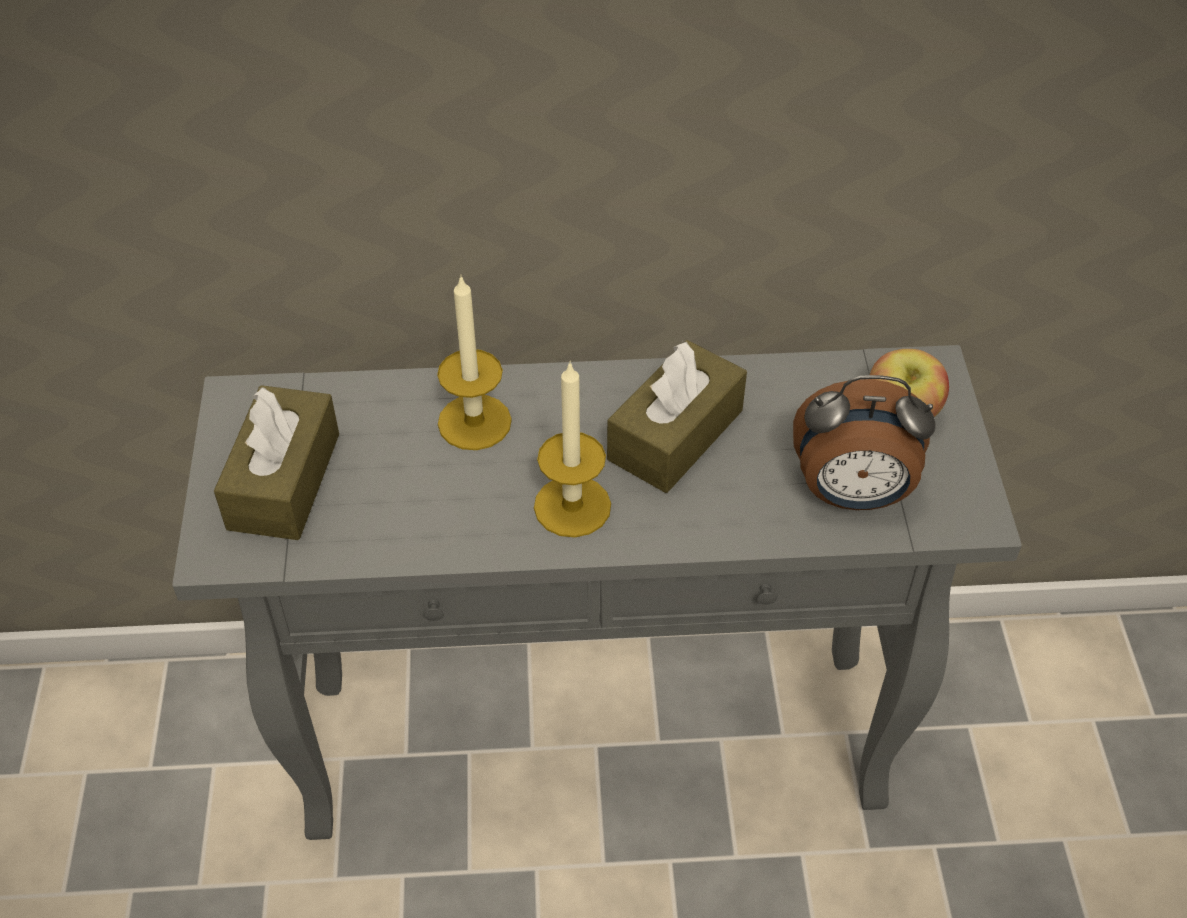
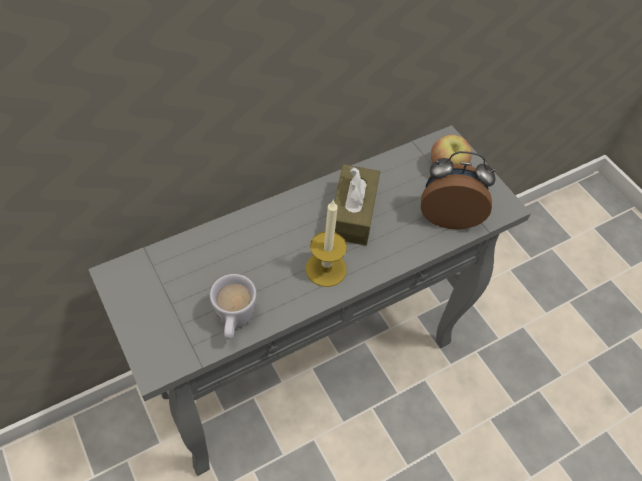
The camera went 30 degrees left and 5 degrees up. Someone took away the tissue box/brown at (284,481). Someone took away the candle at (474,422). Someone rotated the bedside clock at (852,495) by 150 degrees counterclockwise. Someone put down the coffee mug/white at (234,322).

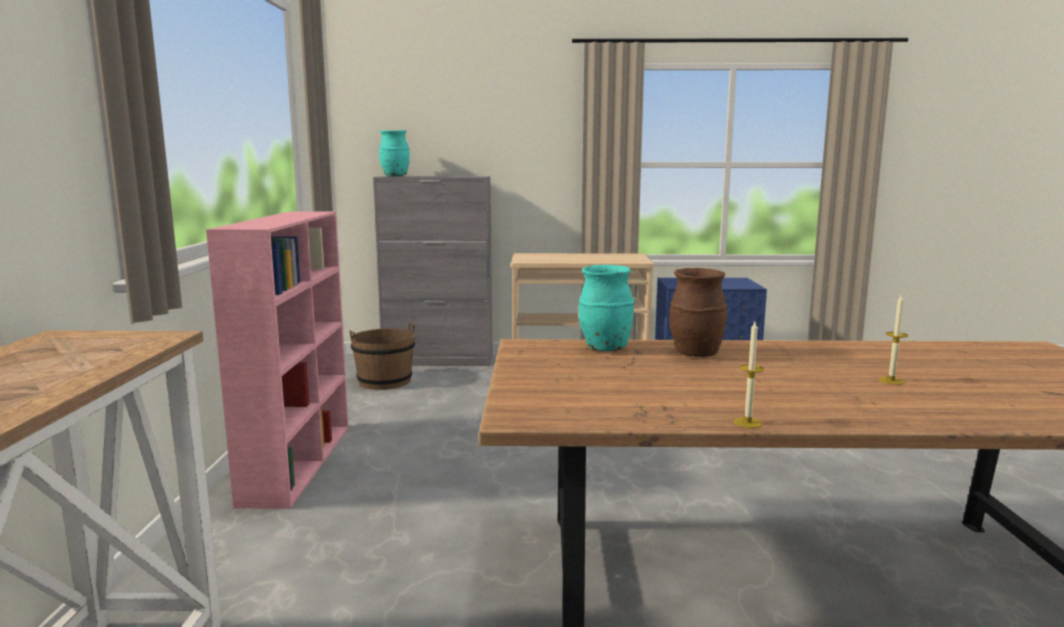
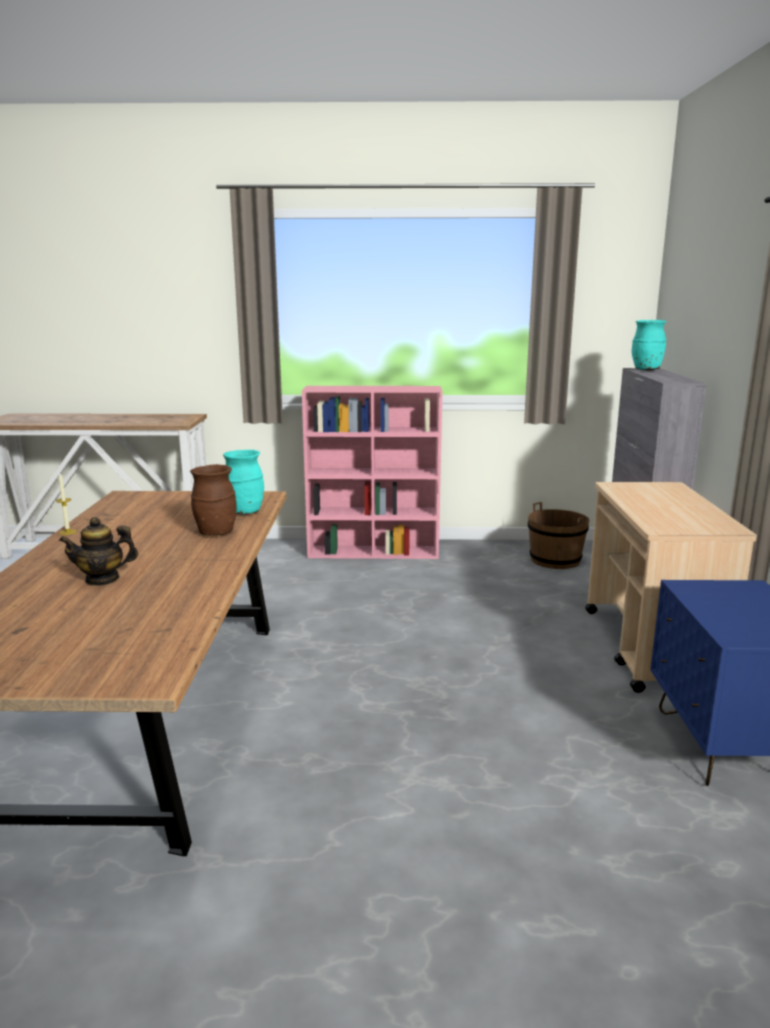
The camera went 90 degrees right and 5 degrees up. Someone swapped the candle at (891,381) for the pot for tea at (102,579).

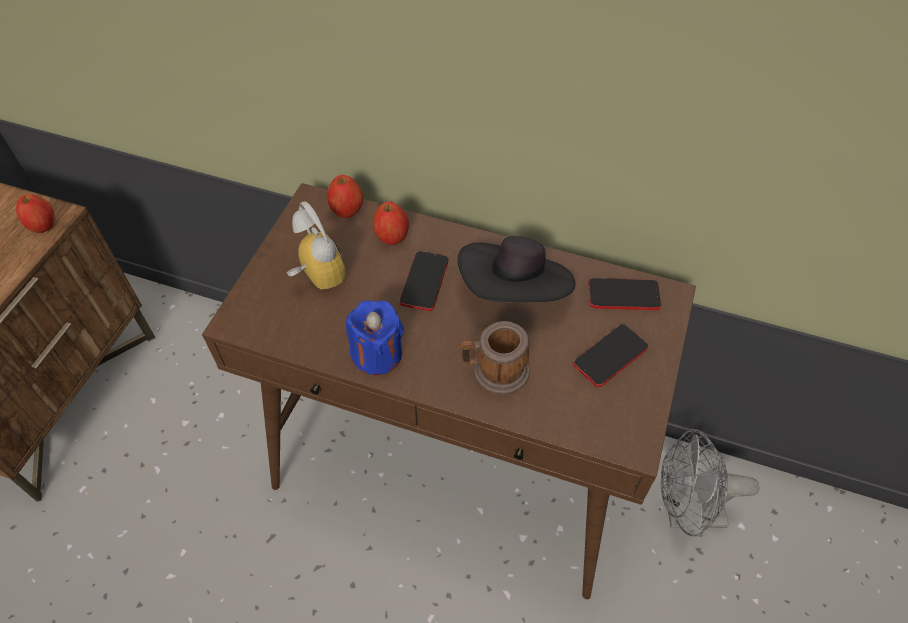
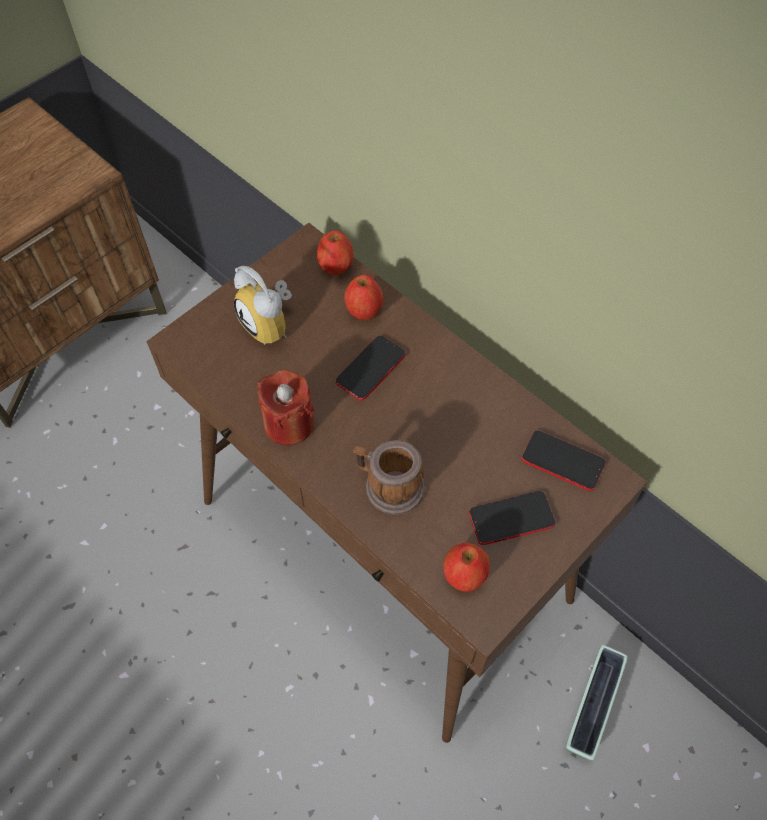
The camera went 25 degrees right and 5 degrees up. Someone carried the apple fruit from (43,226) to (464,576). Someone rotated the bedside clock at (315,278) by 150 degrees clockwise. Someone repainted the candle/bluish at (377,354), which became the candle/reddish at (289,424). Someone took away the clothing hat/black-coloured at (515,291). Someone swapped the electric fan/greyish at (685,513) for the flower pot at (592,706).

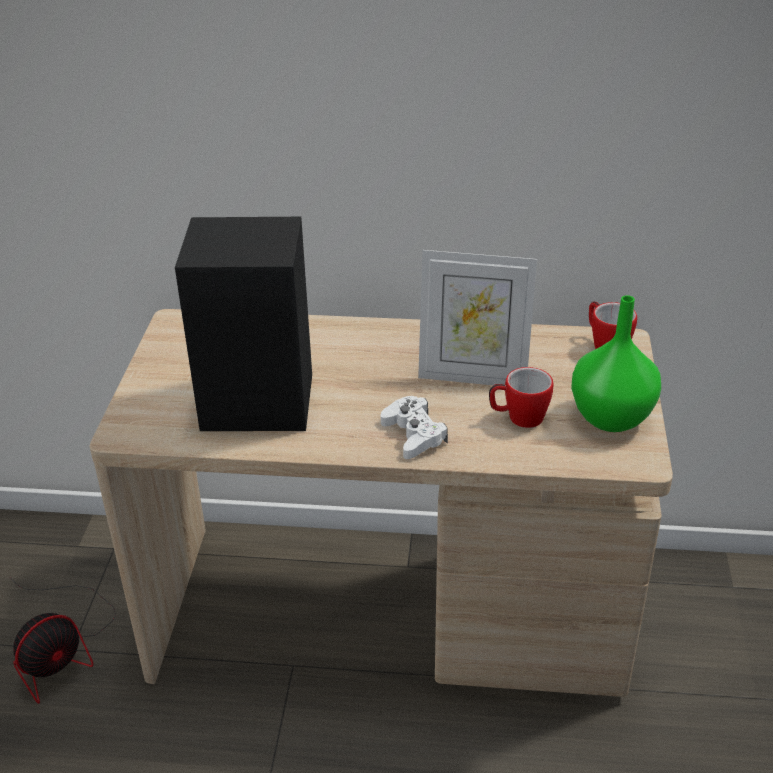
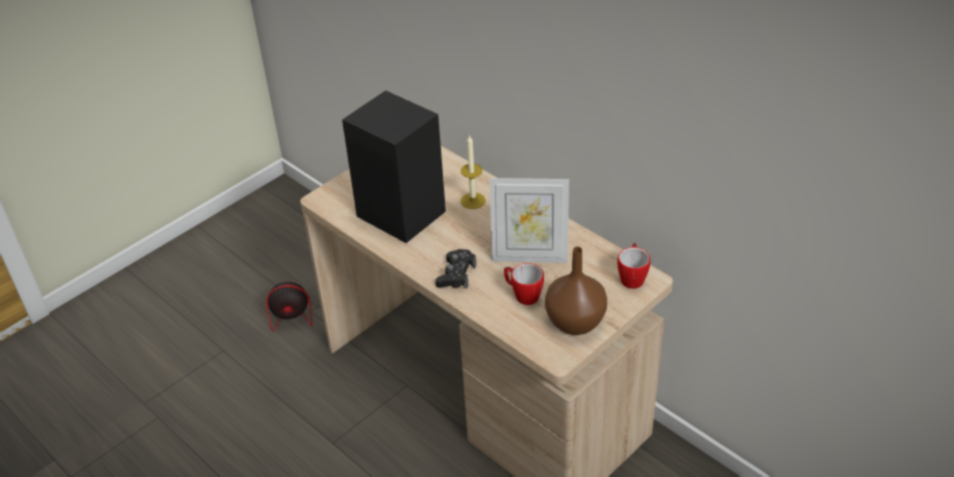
The camera went 40 degrees right and 5 degrees up. Someone repainted the joypad/white at (414,434), which became the joypad/black-coloured at (456,274). Someone rotated the standing frame at (473,376) by 45 degrees counterclockwise. Someone repainted the vase/greenish at (611,419), which became the vase/brown at (574,323). Someone put down the candle at (473,200).

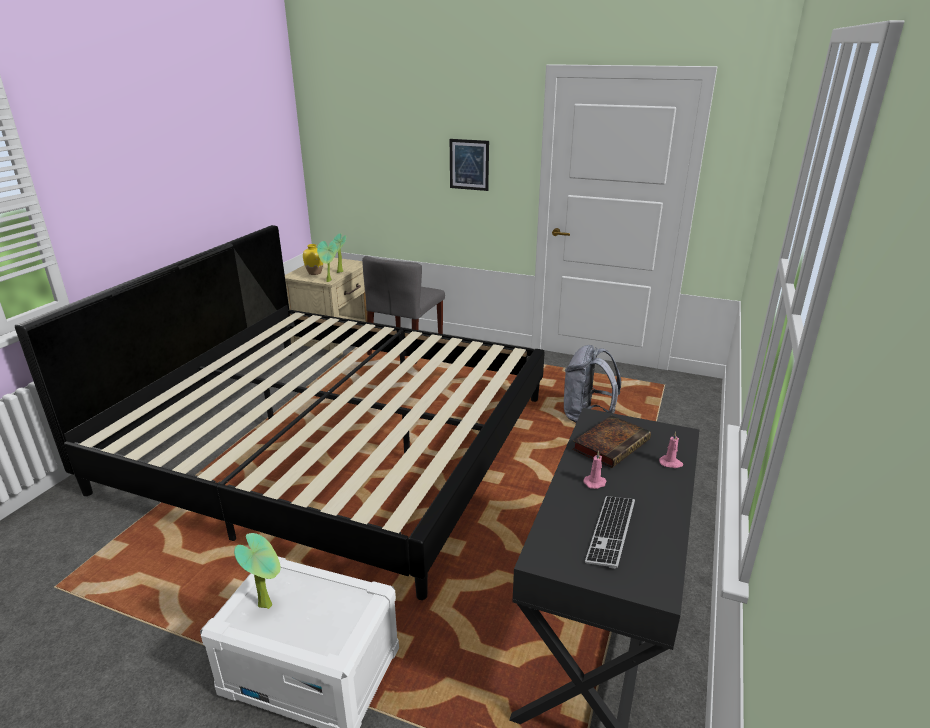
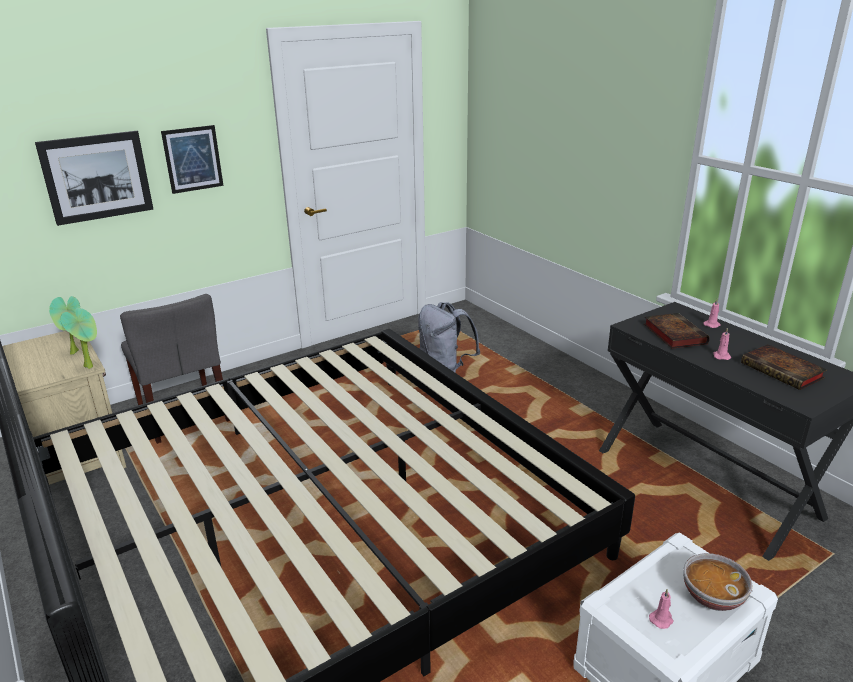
The camera went 55 degrees left and 0 degrees up. Someone swapped the potted plant at (268,603) for the candle/pink-coloured at (661,619). Someone took away the vase/yellow at (314,273). Someone swapped the keyboard at (610,532) for the bound book at (784,371). Someone put up the wall picture at (97,177). Someone put down the serving bowl at (712,596).

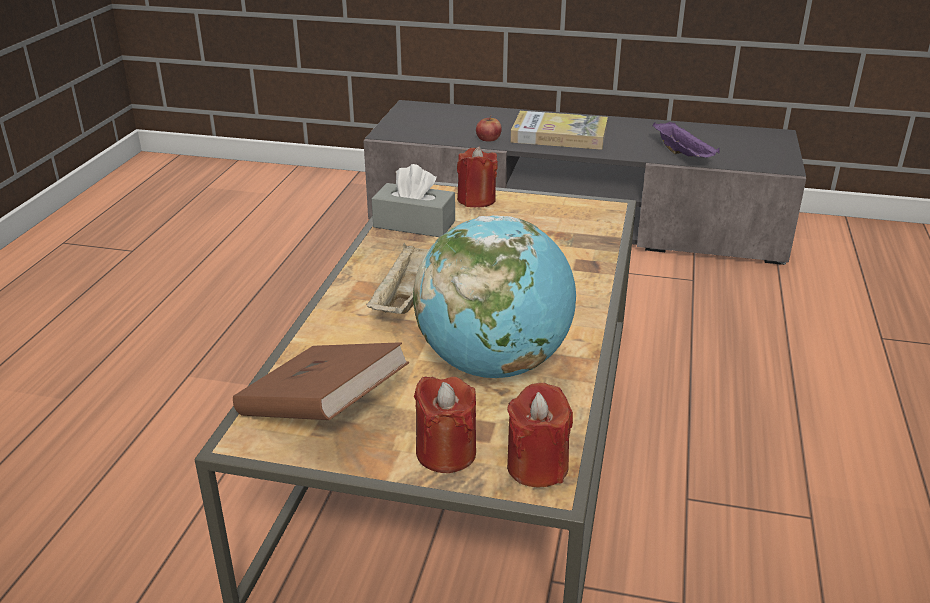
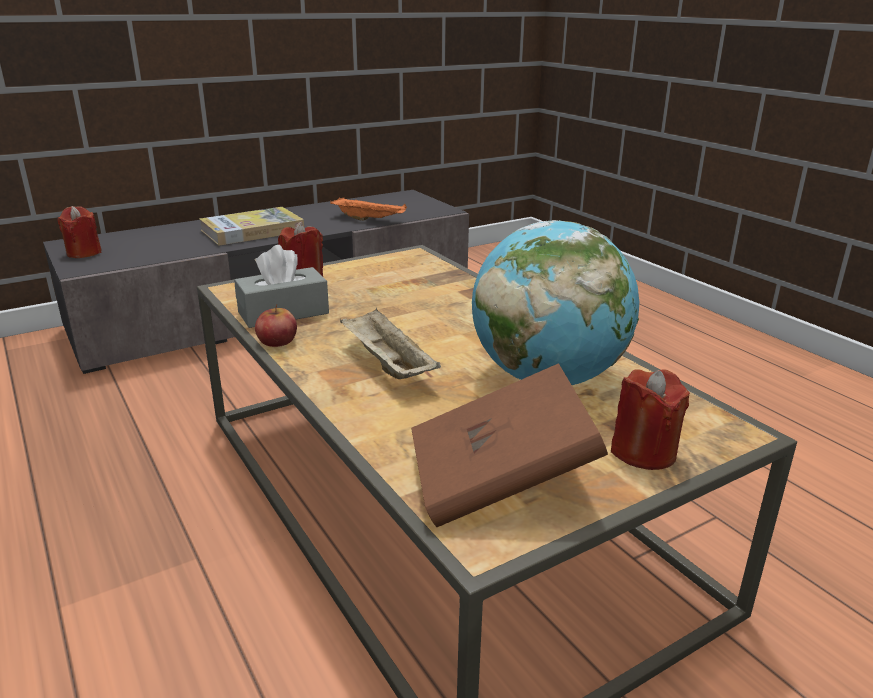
The camera went 45 degrees left and 5 degrees down. Someone carried the apple fruit from (488,138) to (277,341). Someone carried the candle/reddish from (537,467) to (84,253). Someone repainted the tray/purple at (683,155), which became the tray/orange at (370,220).

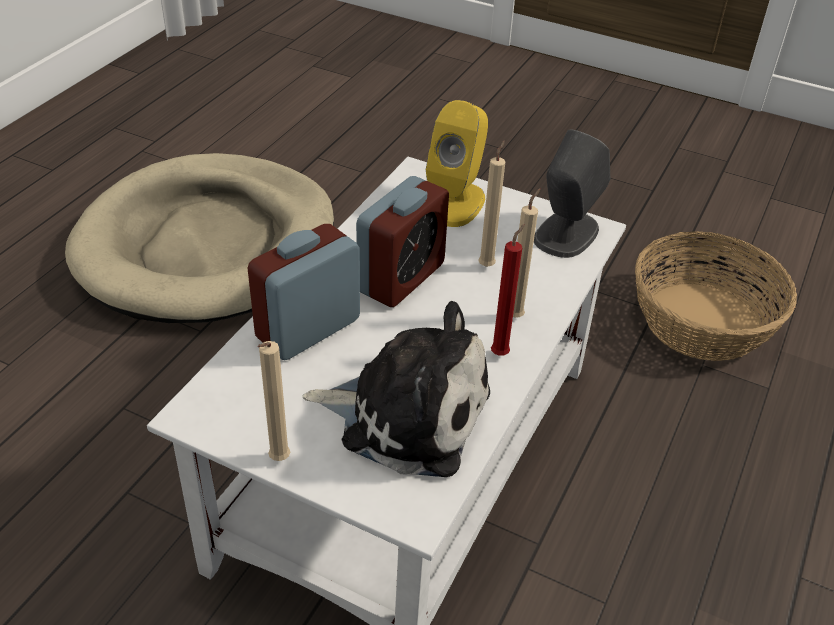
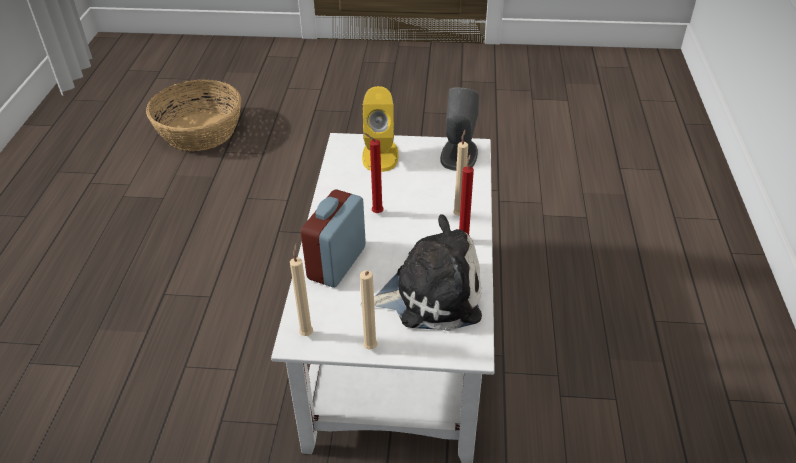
The camera went 20 degrees left and 0 degrees up. Someone took away the dog cushion/sand-coloured at (208,245). Someone swapped the bedside clock at (401,278) for the candle/reddish at (375,212). Someone carried the candle/sand-coloured from (487,265) to (307,332). Someone carried the storage basket from (702,322) to (200,132).

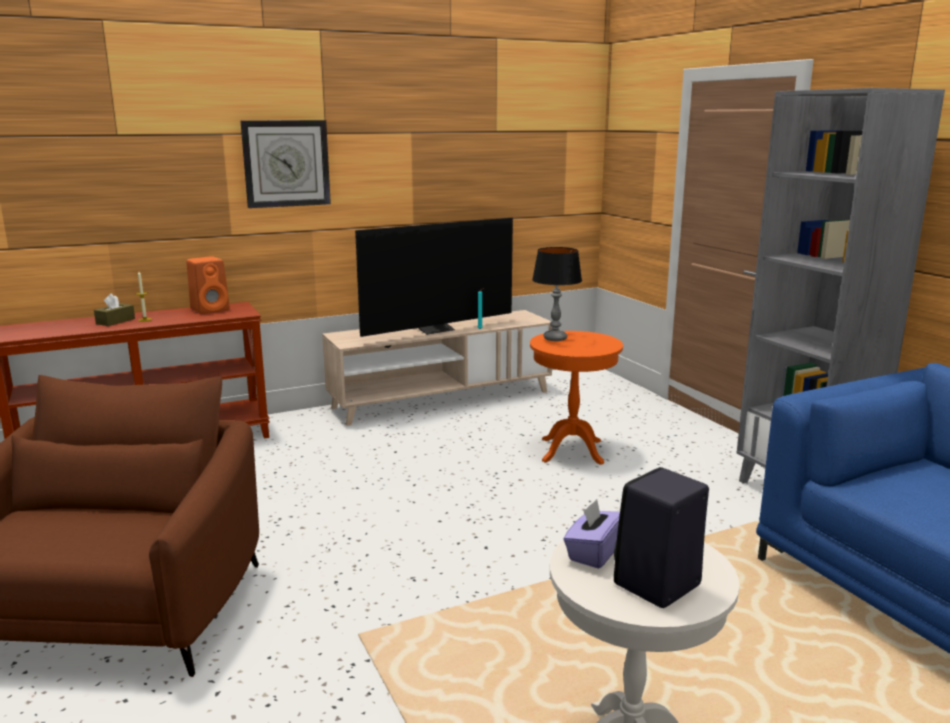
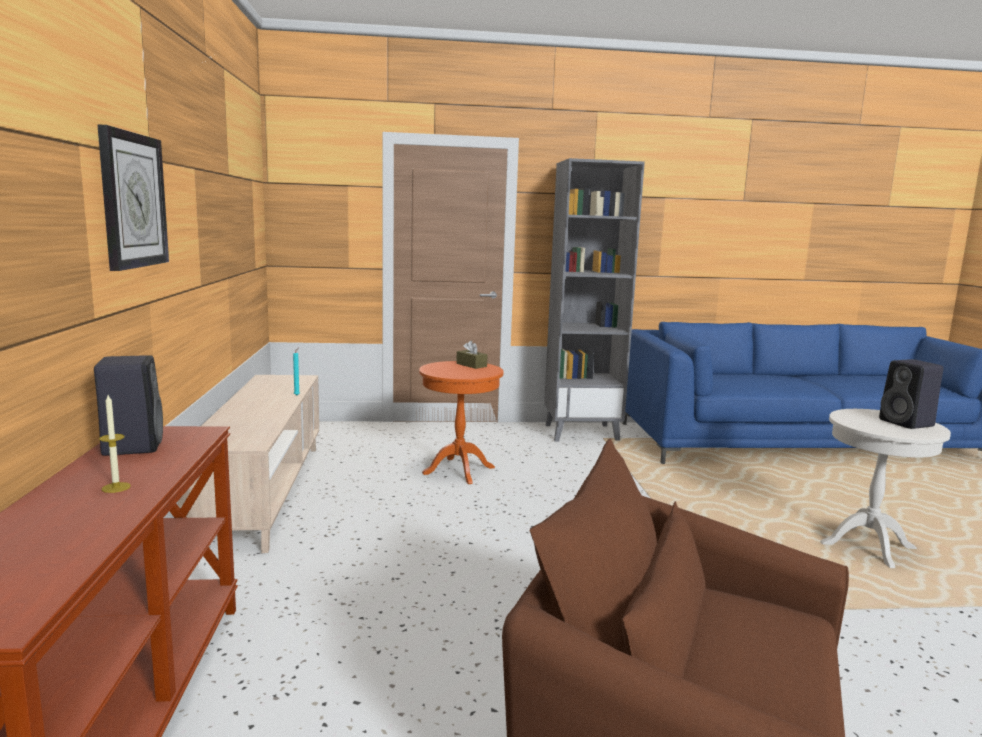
The camera went 70 degrees left and 5 degrees down. Someone carried the tissue box/brown from (115,321) to (471,365). Someone repainted the audio speaker/orange at (211,309), which became the audio speaker/black-coloured at (132,446). Someone took away the TV set at (436,329). Someone took away the lamp for a table at (555,338). Someone took away the tissue box/purple at (594,553).

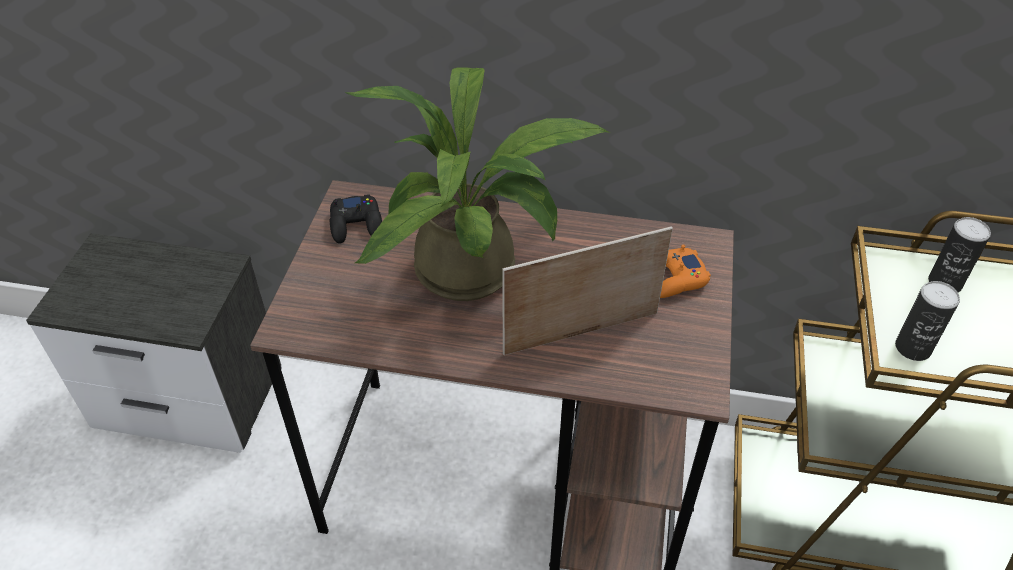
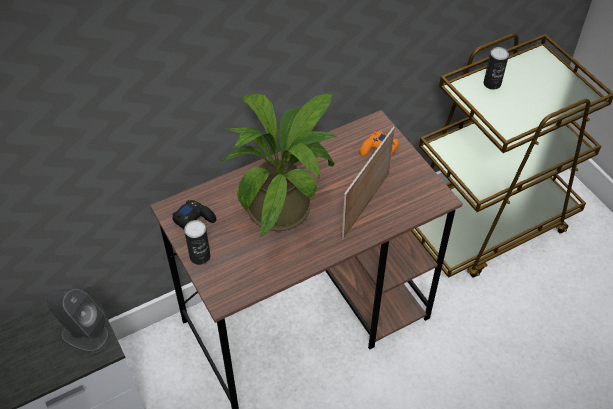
The camera went 40 degrees left and 5 degrees up. Someone carried the sealed can from (912,348) to (200,256). Someone put down the audio speaker/greyish at (84,334).

